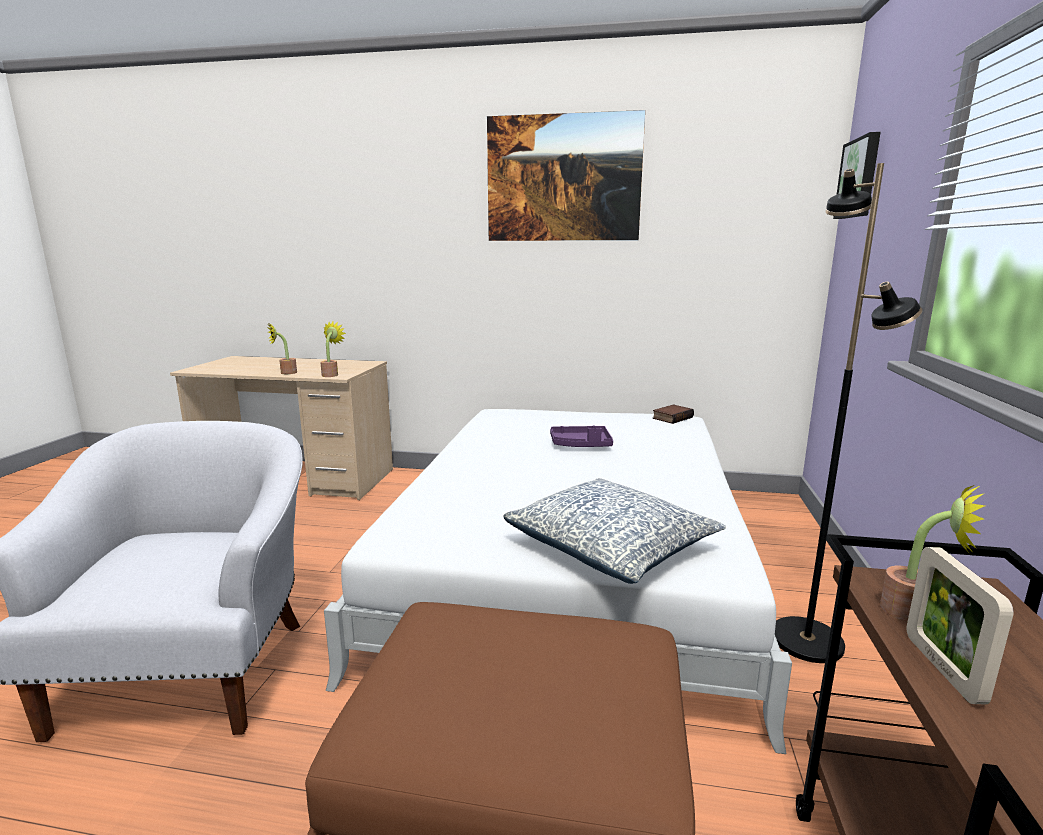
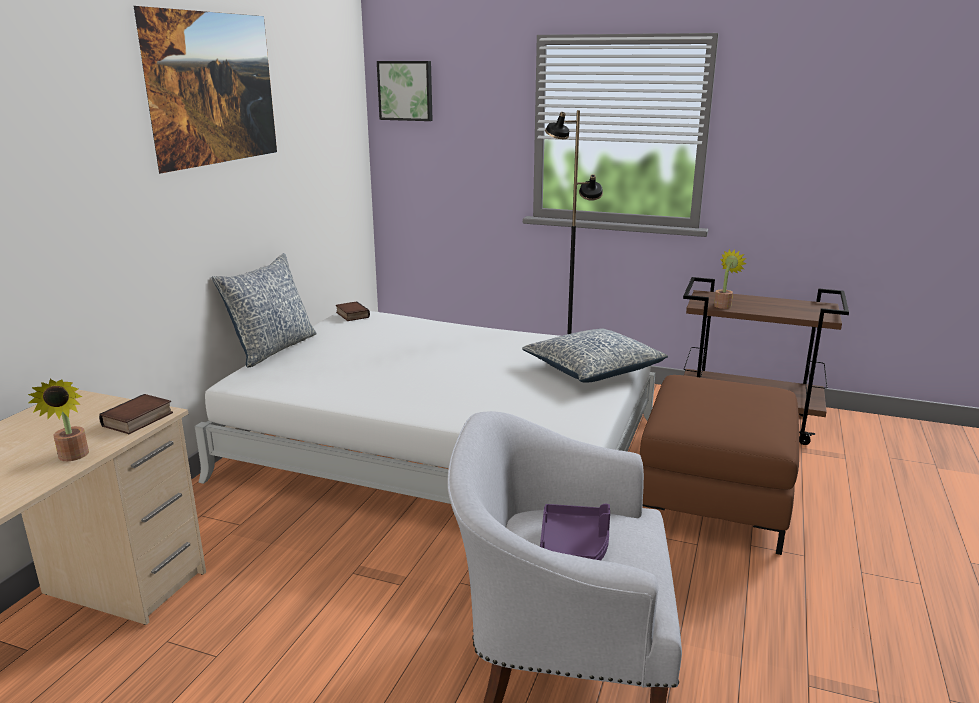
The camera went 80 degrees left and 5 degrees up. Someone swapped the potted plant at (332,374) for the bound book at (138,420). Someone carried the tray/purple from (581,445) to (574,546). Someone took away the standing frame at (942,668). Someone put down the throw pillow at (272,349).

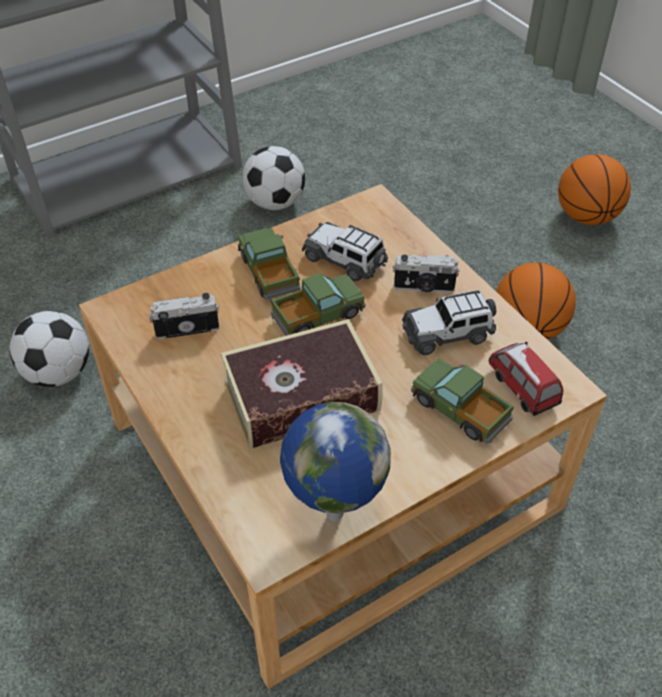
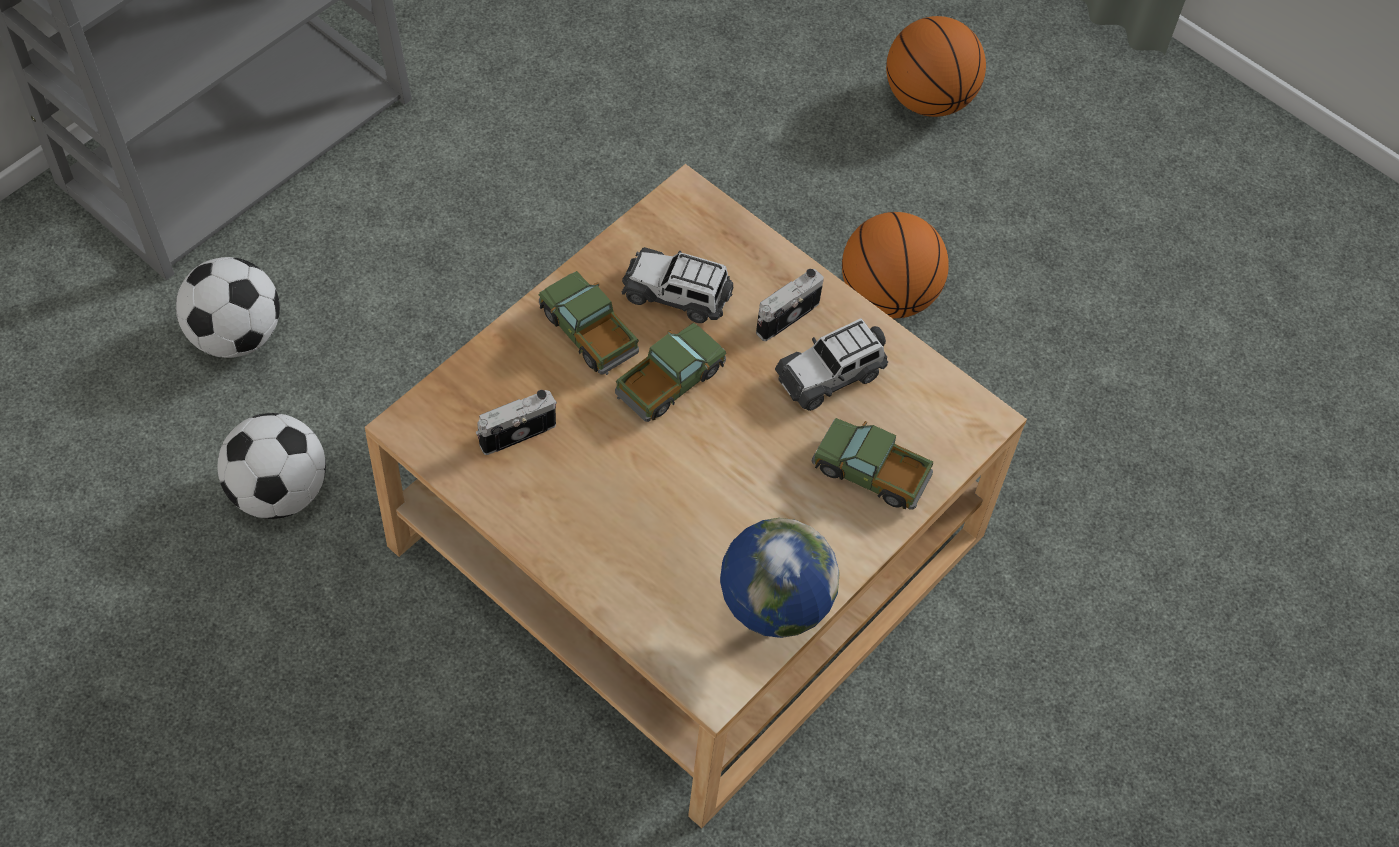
The camera went 20 degrees left and 10 degrees up. Someone took away the bound book at (301,396). Someone carried the football from (275,202) to (235,335). Someone rotated the still camera at (424,288) by 150 degrees clockwise. Someone took away the miniature car at (521,388).

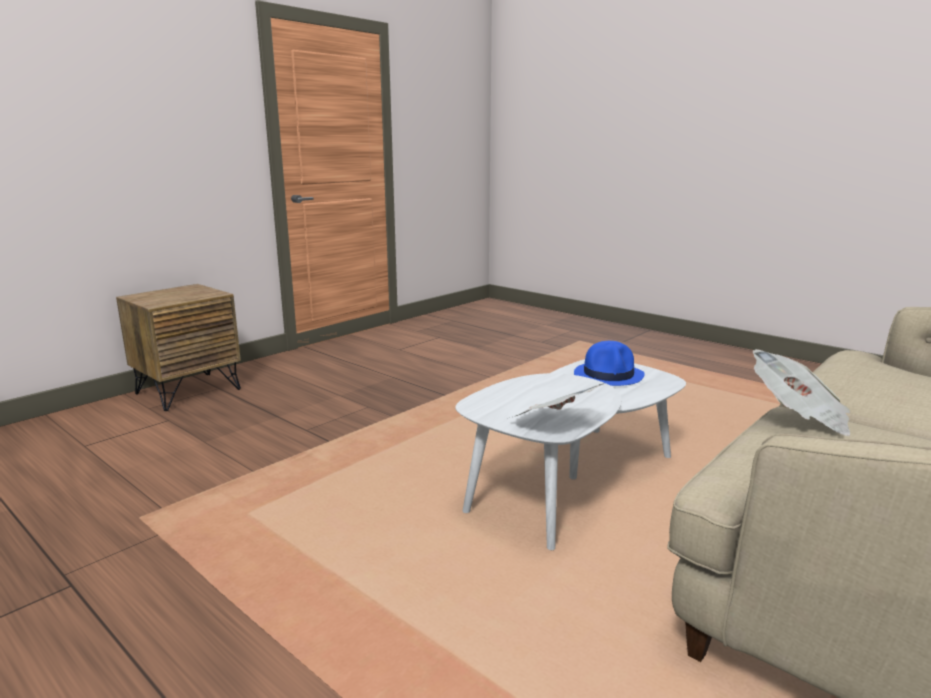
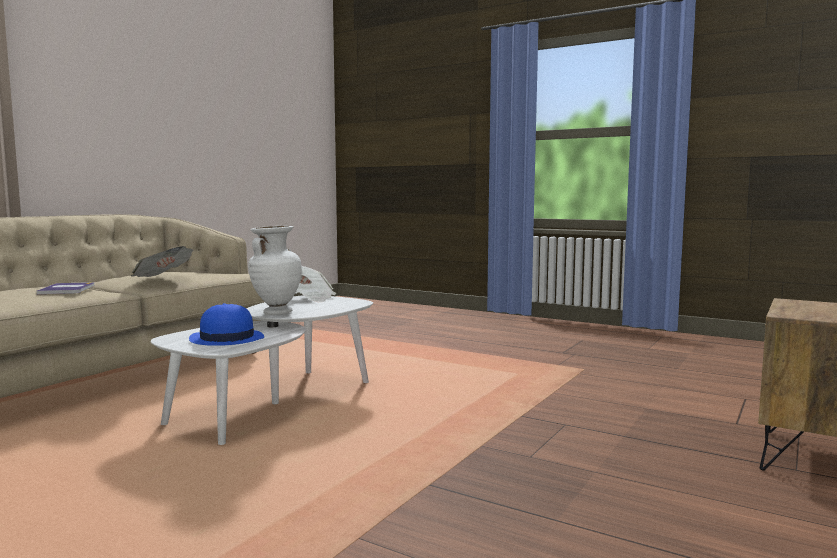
The camera went 170 degrees right and 10 degrees down. Someone put down the bound book at (67,289). Someone put down the vase/white at (276,312).

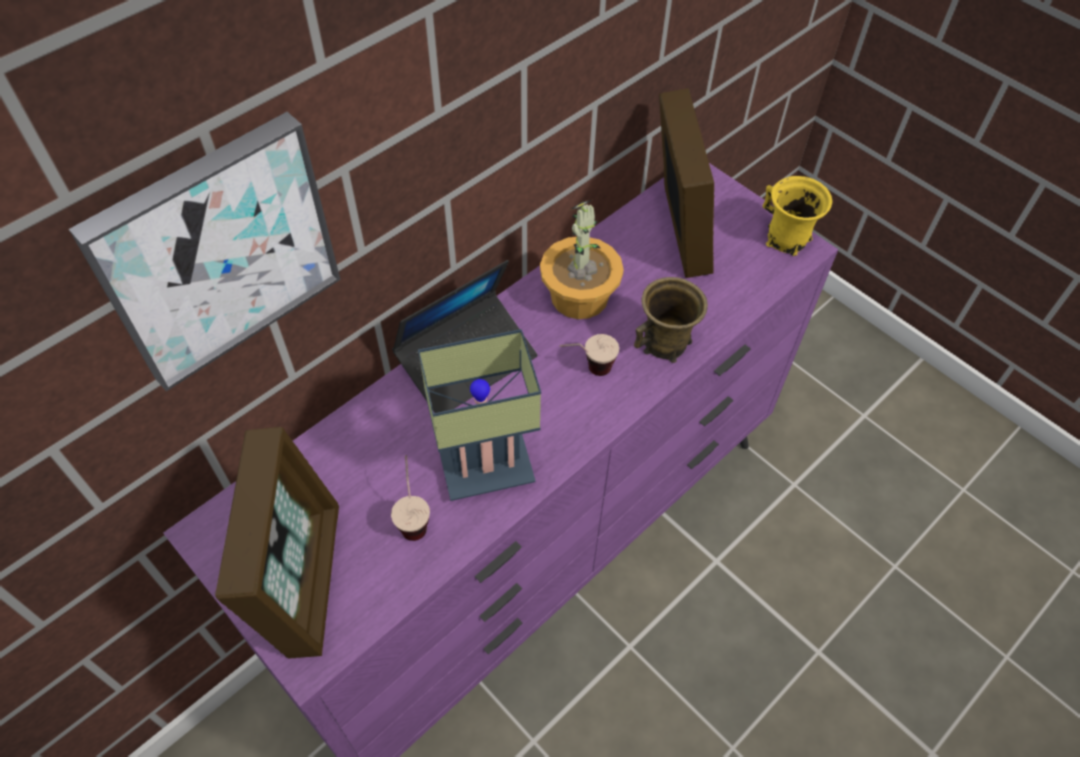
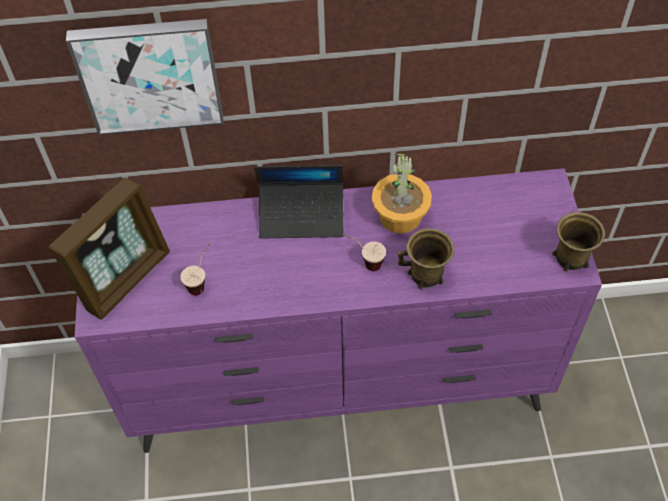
The camera went 40 degrees right and 0 degrees up. Someone took away the lamp for a table at (488,460). Someone took away the standing frame at (677,231). Someone repainted the coffee mug/yellow at (786,239), which became the coffee mug/brown at (570,257).

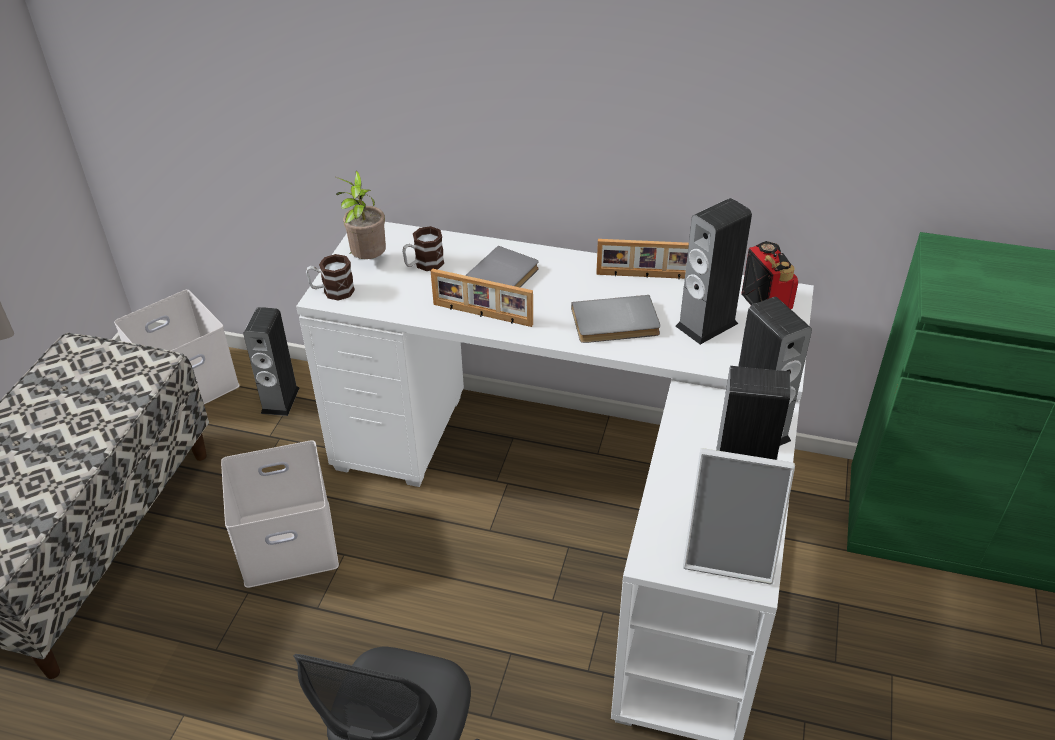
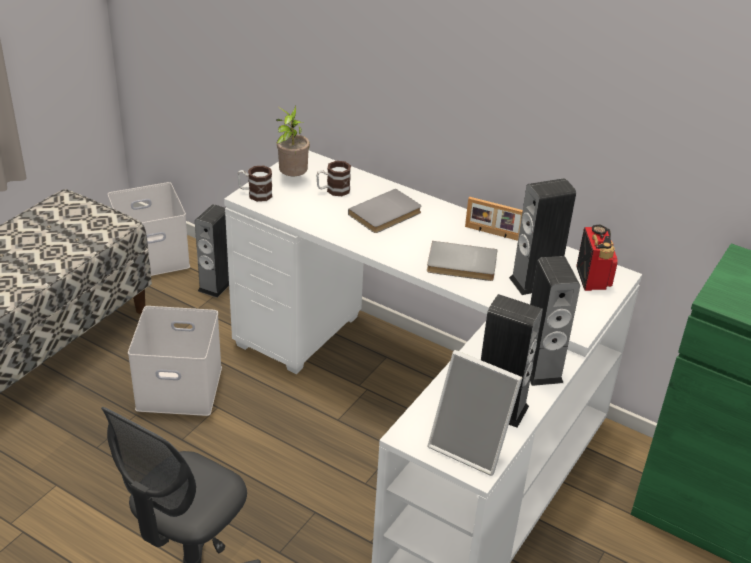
The camera went 15 degrees right and 5 degrees down. Someone took away the standing frame at (482,315).

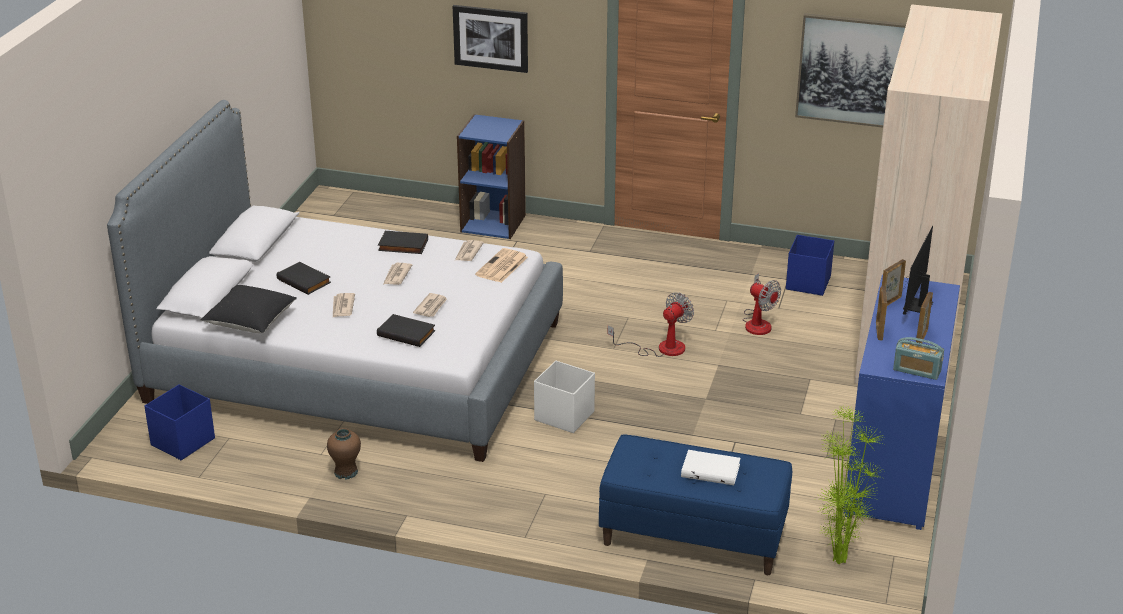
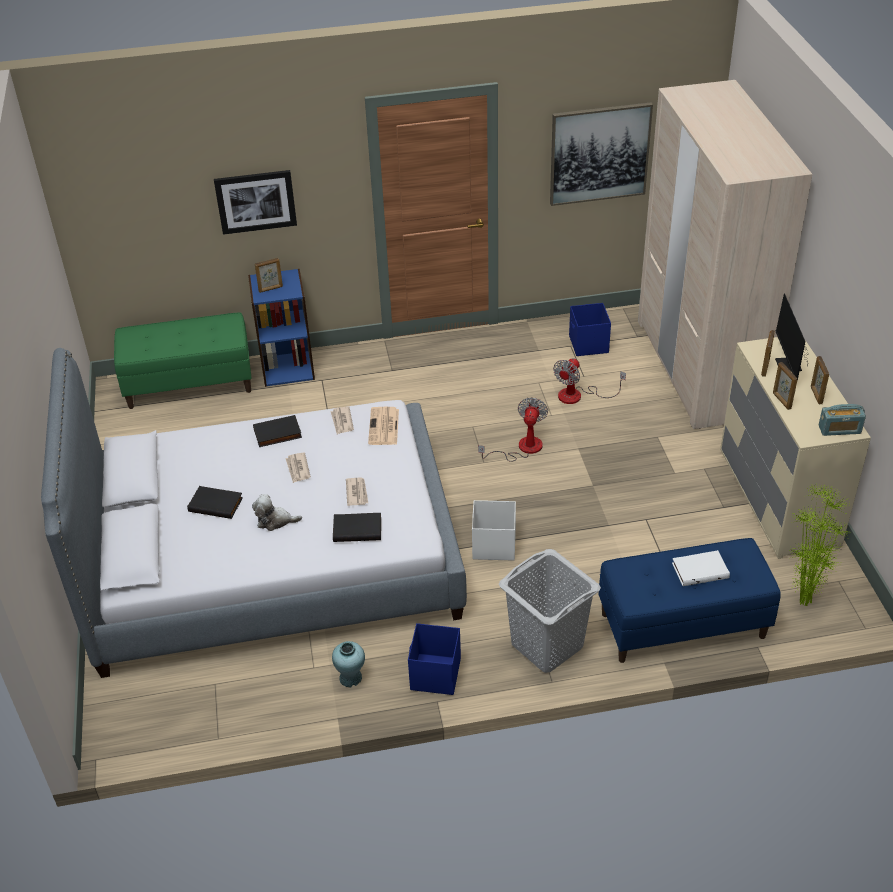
The camera went 25 degrees left and 10 degrees up. Someone carried the storage bin/bluish from (182,442) to (435,675). Someone took away the throw pillow/black-coloured at (250,322). Someone repainted the vase/brown at (346,472), which became the vase/turquoise at (351,678). Someone swapped the printed paper at (342,307) for the plush toy at (275,521). Someone rotated the electric fan at (758,322) by 105 degrees clockwise. Someone repainted the drawer chest/bluish at (893,467), which became the drawer chest/sand-coloured at (778,498). Someone put down the bench/greenish at (190,384). Someone put down the standing frame at (271,289). Someone put down the washing basket/greyish at (547,645).

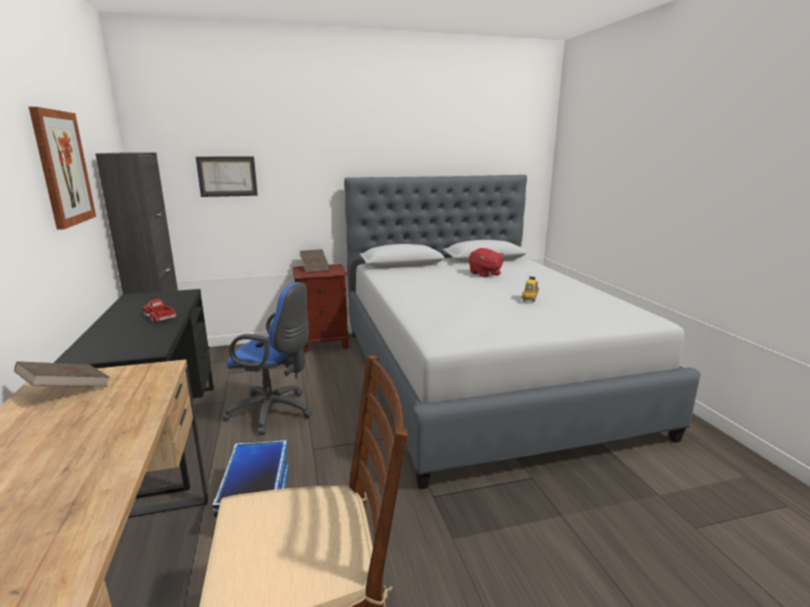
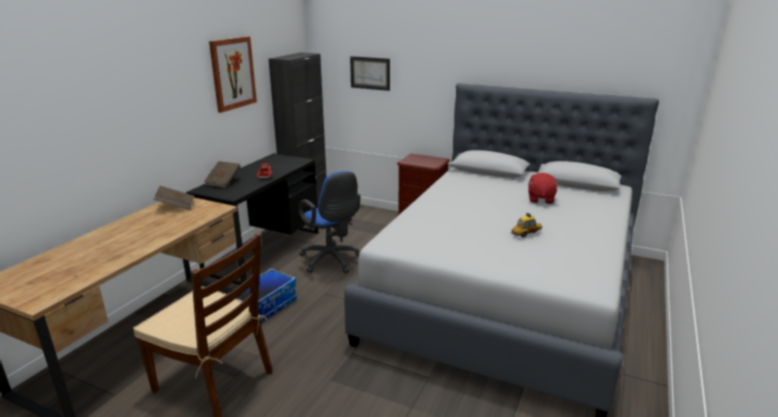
The camera went 40 degrees right and 5 degrees up. Someone carried the bound book/brown from (315,268) to (223,182).

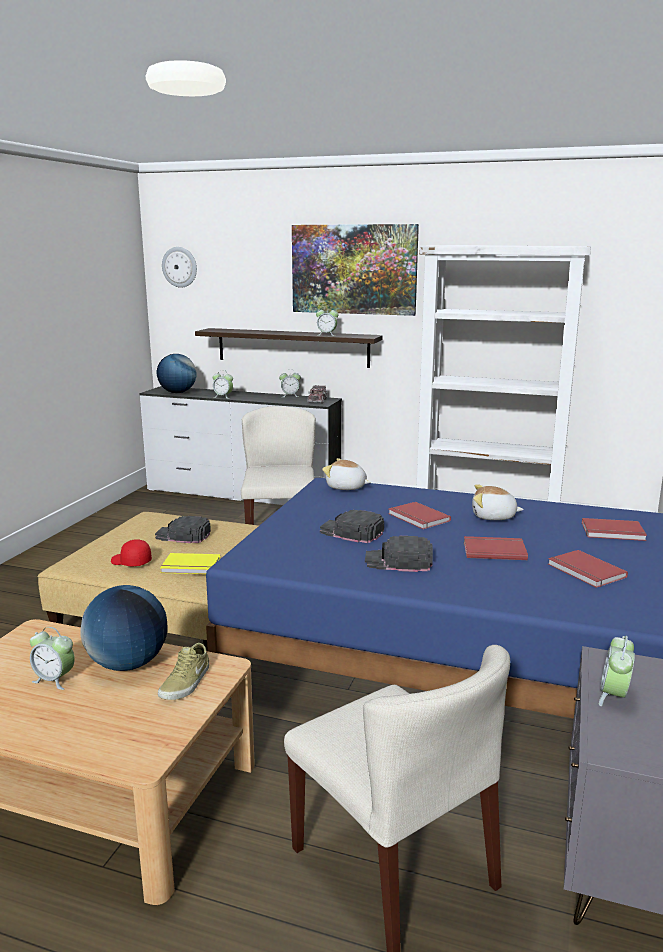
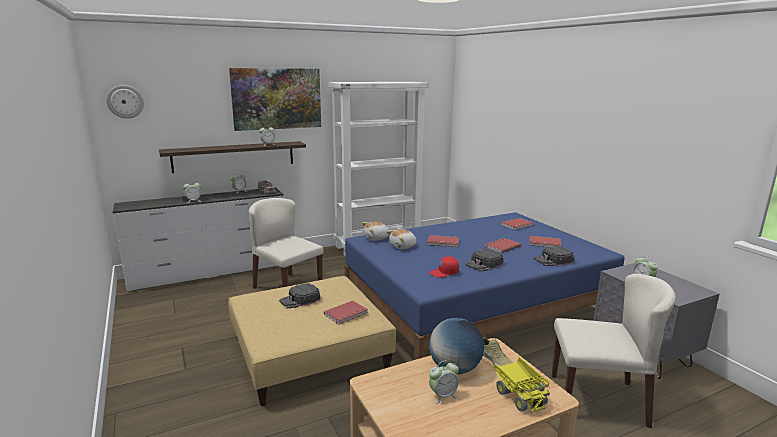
The camera went 45 degrees left and 0 degrees up. Someone carried the baseball cap/reddish from (130,562) to (444,273). Someone took away the world globe at (177,392). Someone repainted the bound book/yellow at (190,566), which became the bound book/reddish at (347,314). Someone carried the baseball cap/black-coloured from (351,532) to (553,260). Someone carried the plush toy from (493,517) to (403,246). Someone put down the toy truck at (519,395).

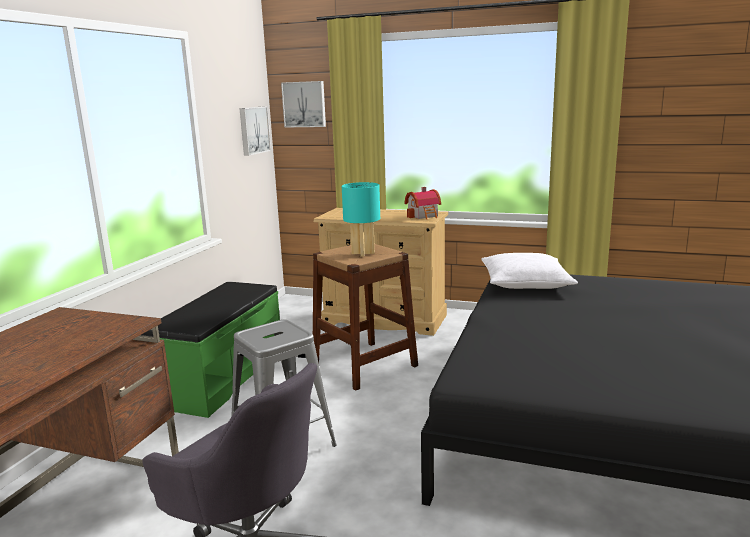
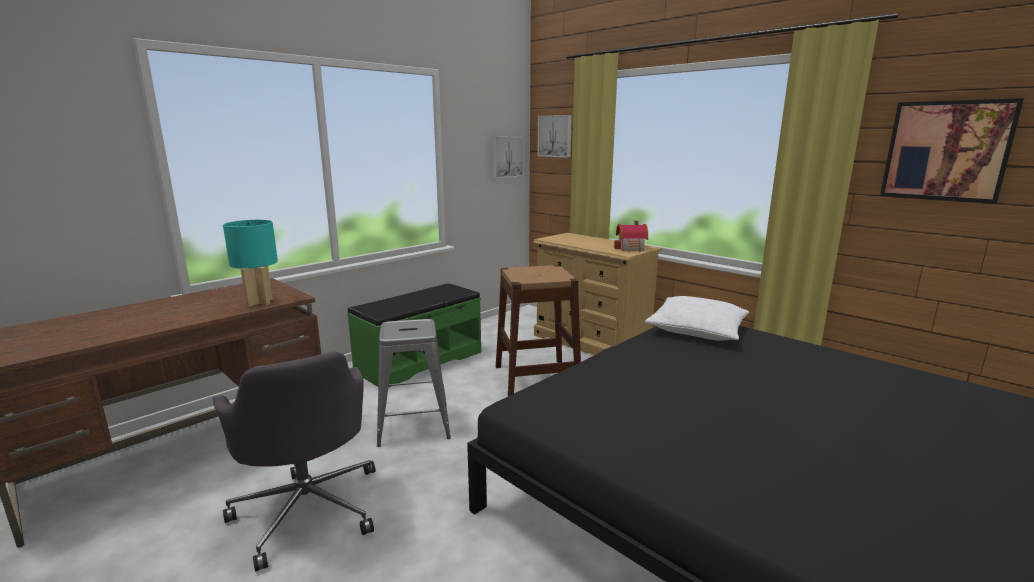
The camera went 25 degrees right and 0 degrees up. Someone carried the lamp for a table/turquoise from (363,253) to (260,302). Someone put up the wall picture at (946,151).

